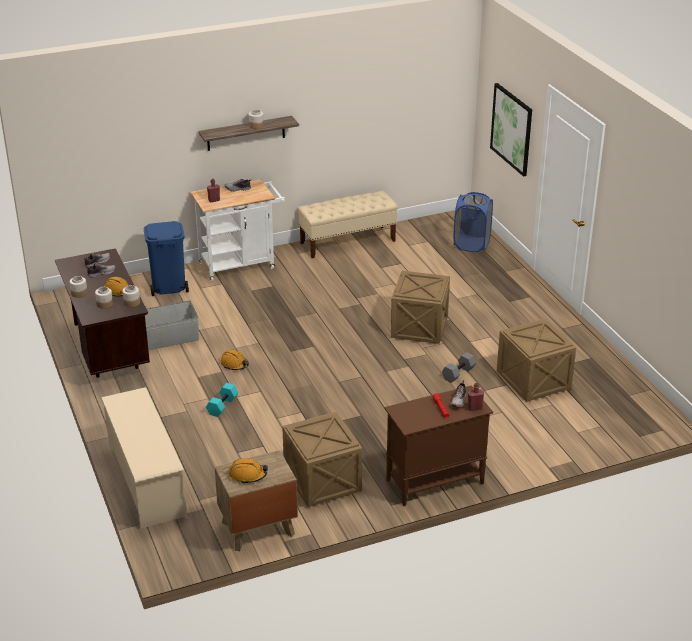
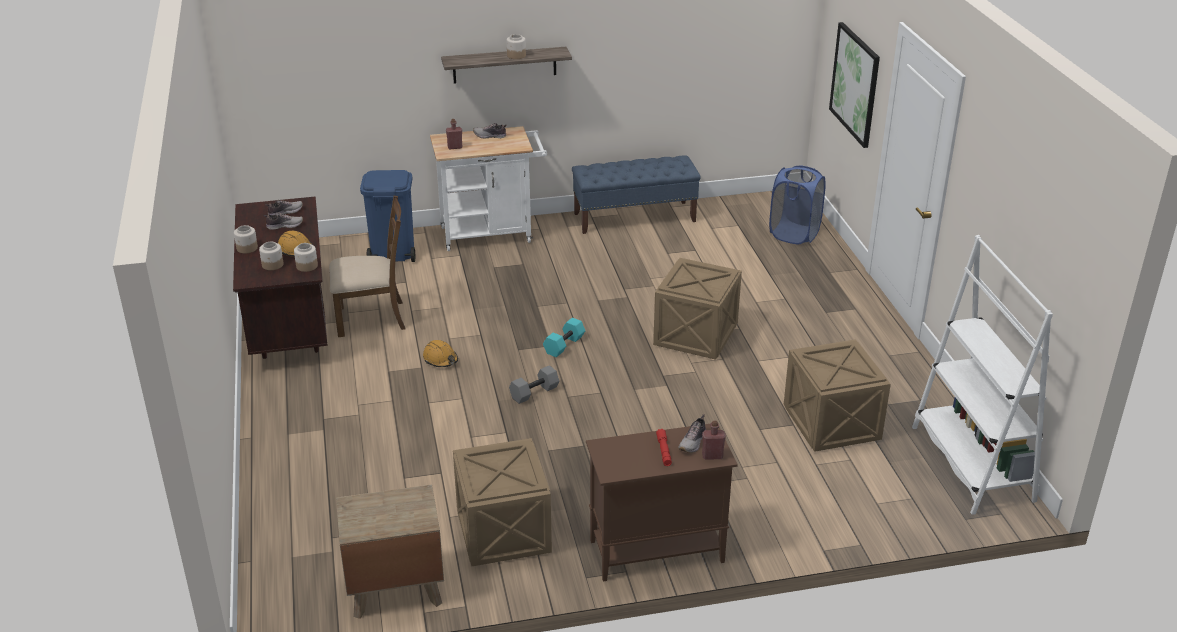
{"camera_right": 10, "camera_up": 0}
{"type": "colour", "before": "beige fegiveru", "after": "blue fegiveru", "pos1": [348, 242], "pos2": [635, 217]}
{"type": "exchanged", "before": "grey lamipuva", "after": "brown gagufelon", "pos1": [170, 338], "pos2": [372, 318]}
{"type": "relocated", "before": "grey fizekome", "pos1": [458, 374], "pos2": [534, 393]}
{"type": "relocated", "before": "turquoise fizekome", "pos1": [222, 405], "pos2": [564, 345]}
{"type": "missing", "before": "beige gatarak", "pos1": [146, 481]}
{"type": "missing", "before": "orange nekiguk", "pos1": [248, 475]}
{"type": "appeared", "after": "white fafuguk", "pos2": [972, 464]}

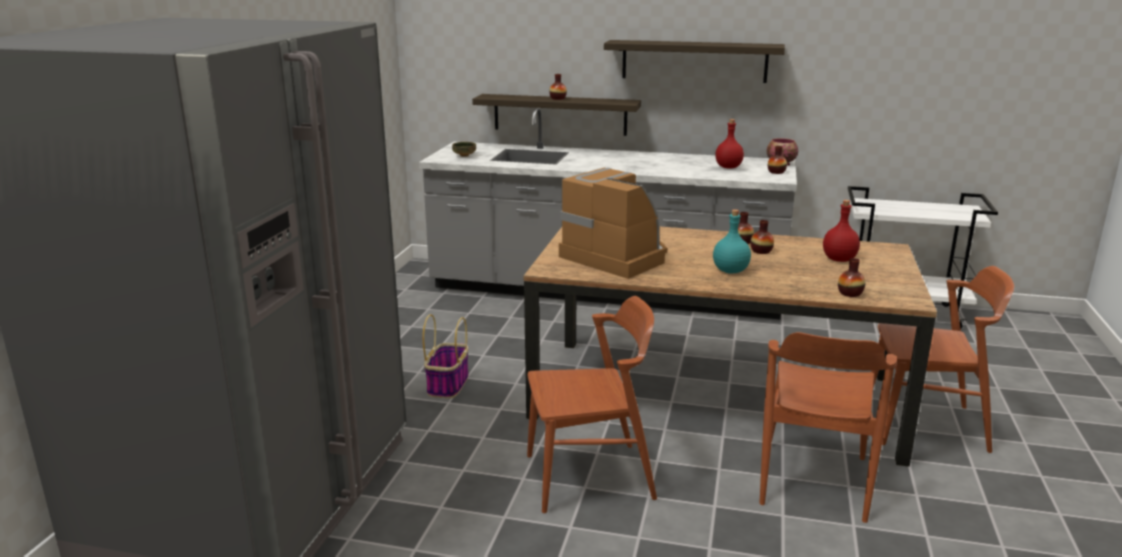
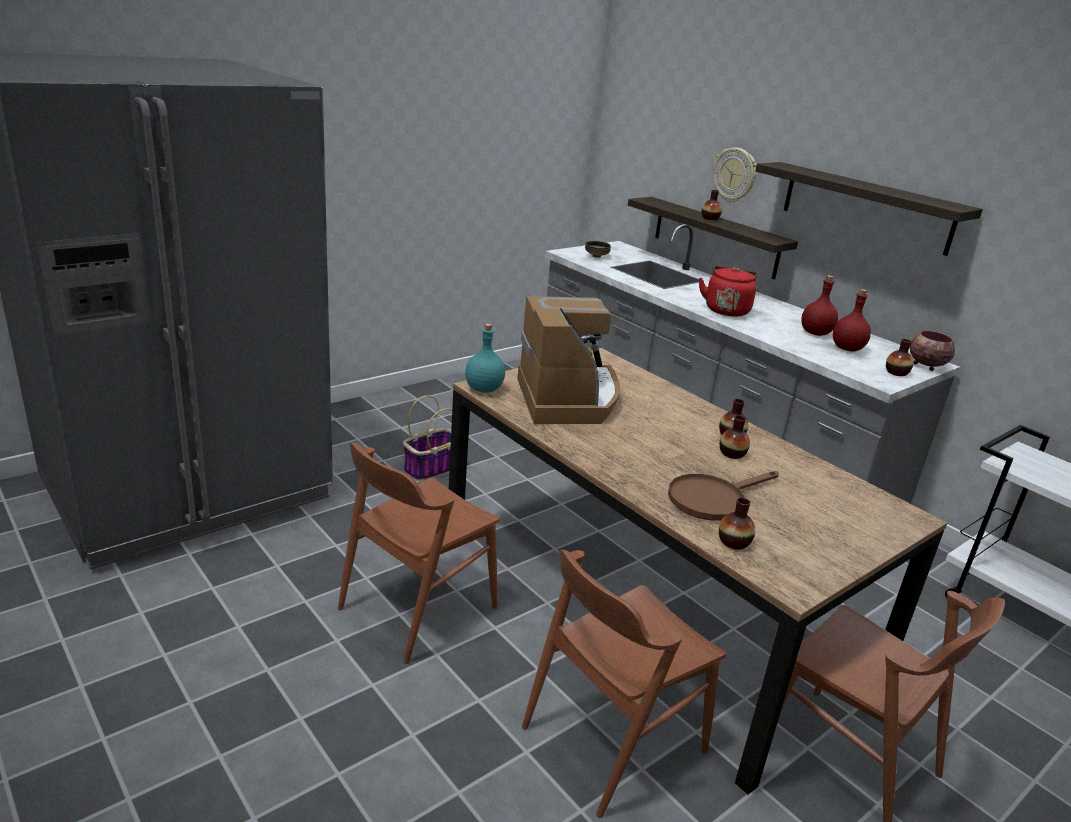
{"camera_right": 35, "camera_up": 5}
{"type": "relocated", "before": "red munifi", "pos1": [838, 259], "pos2": [815, 333]}
{"type": "relocated", "before": "turquoise munifi", "pos1": [730, 271], "pos2": [483, 389]}
{"type": "spun", "before": "brown gagufelon", "pos1": [590, 477], "pos2": [417, 607], "turn": 105}
{"type": "appeared", "after": "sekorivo", "pos2": [734, 175]}
{"type": "appeared", "after": "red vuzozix", "pos2": [726, 310]}
{"type": "appeared", "after": "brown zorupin", "pos2": [713, 499]}

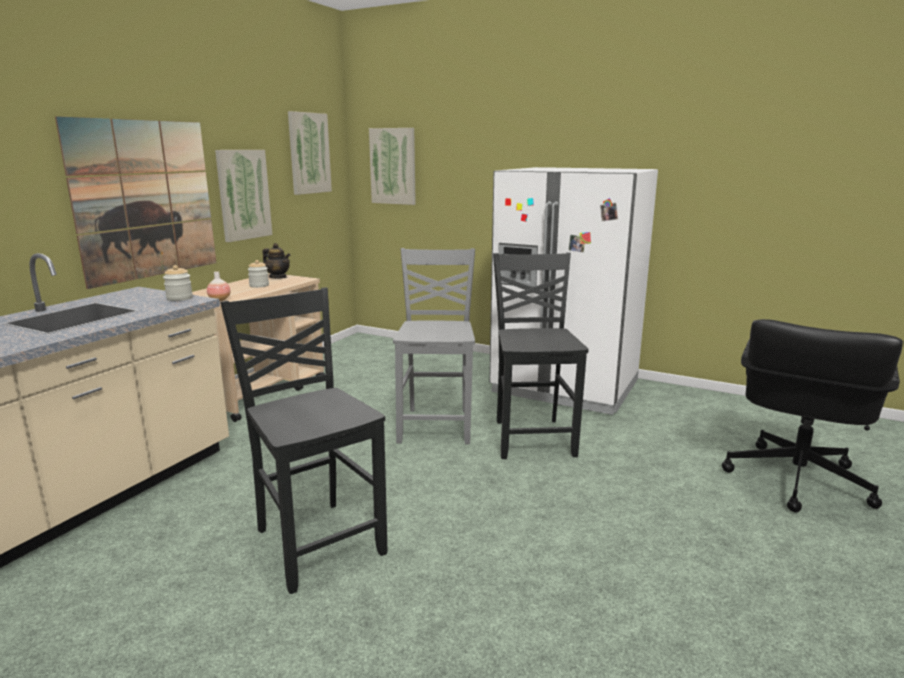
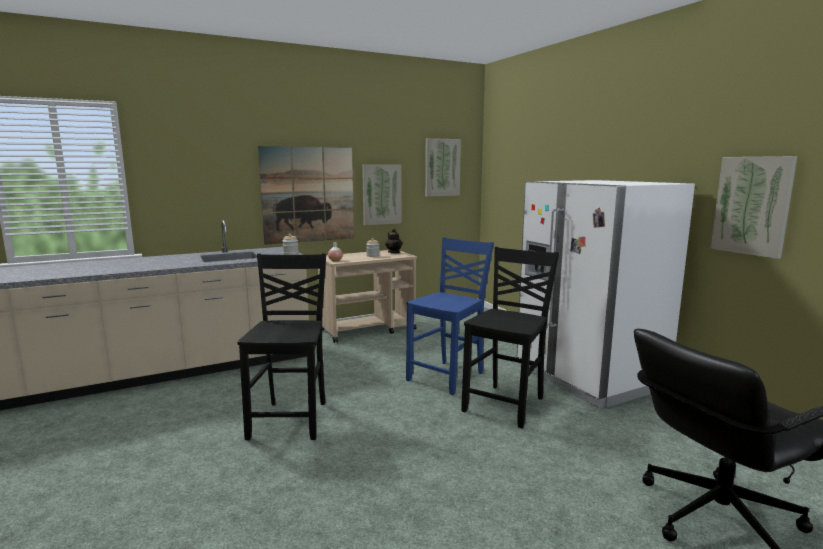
{"camera_right": 35, "camera_up": -5}
{"type": "relocated", "before": "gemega", "pos1": [393, 166], "pos2": [752, 205]}
{"type": "colour", "before": "grey gagufelon", "after": "blue gagufelon", "pos1": [437, 425], "pos2": [448, 377]}

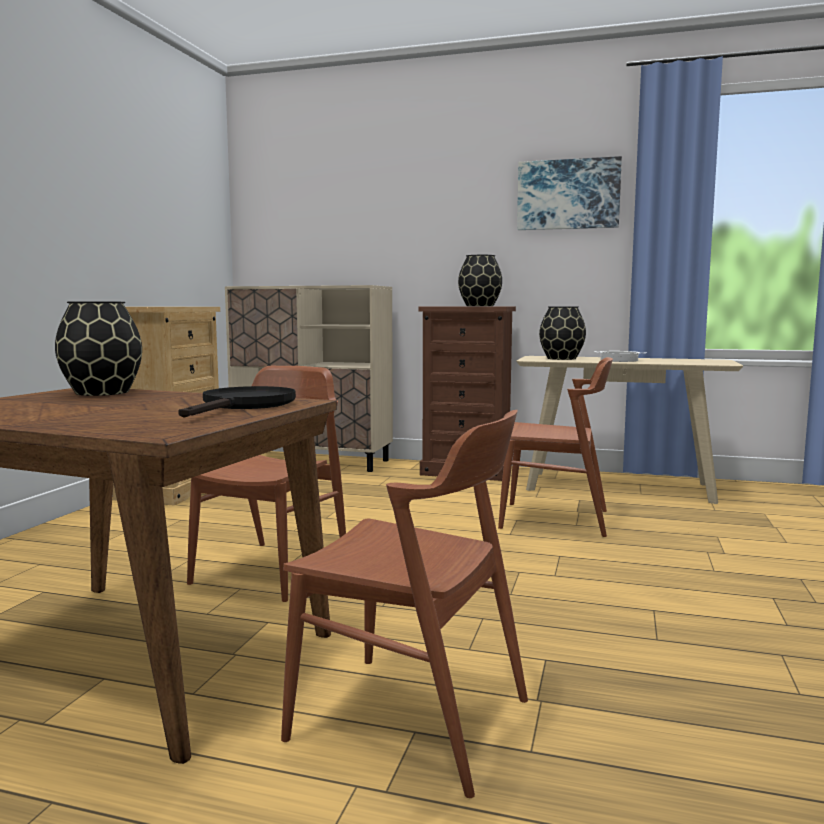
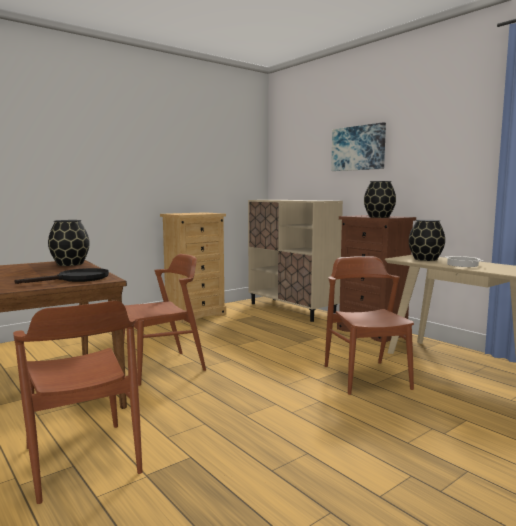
{"camera_right": 35, "camera_up": 0}
{"type": "relocated", "before": "gemega", "pos1": [568, 194], "pos2": [358, 148]}
{"type": "spun", "before": "brown gagufelon", "pos1": [555, 519], "pos2": [366, 377], "turn": -150}

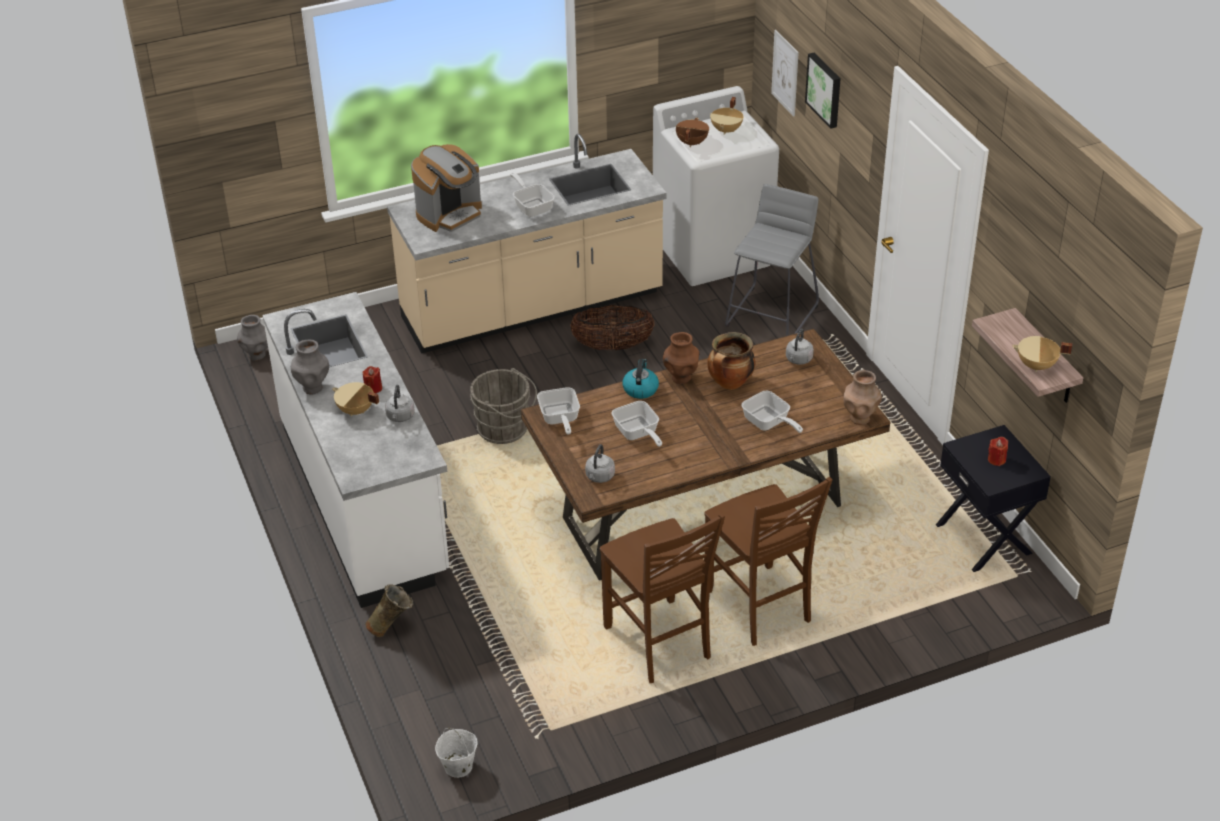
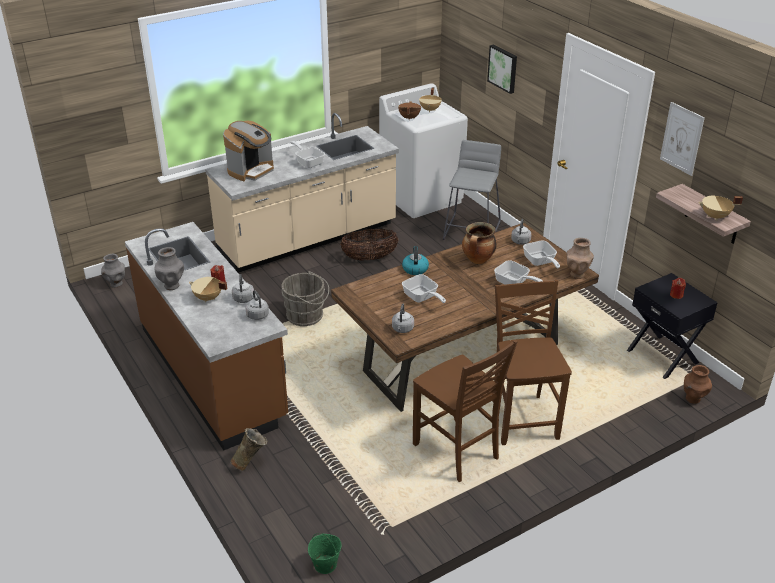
{"camera_right": -10, "camera_up": -5}
{"type": "relocated", "before": "gemega", "pos1": [785, 73], "pos2": [681, 138]}
{"type": "colour", "before": "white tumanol", "after": "brown tumanol", "pos1": [365, 500], "pos2": [213, 373]}
{"type": "relocated", "before": "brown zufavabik", "pos1": [681, 378], "pos2": [693, 399]}
{"type": "relocated", "before": "zorupin", "pos1": [559, 419], "pos2": [540, 262]}
{"type": "spun", "before": "brown gagufelon", "pos1": [759, 607], "pos2": [523, 418], "turn": -150}
{"type": "colour", "before": "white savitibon", "after": "green savitibon", "pos1": [458, 767], "pos2": [325, 565]}
{"type": "appeared", "after": "grey vuzozix", "pos2": [257, 314]}

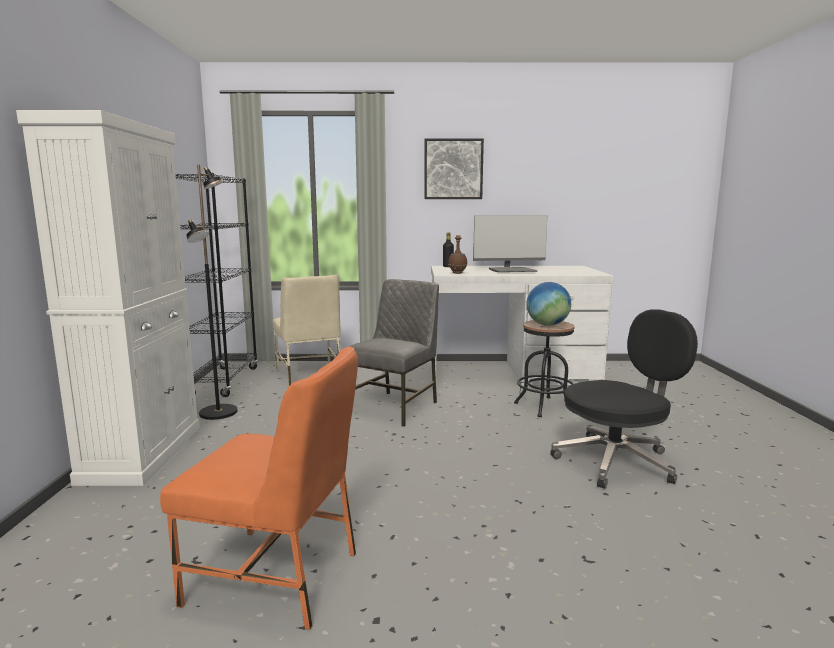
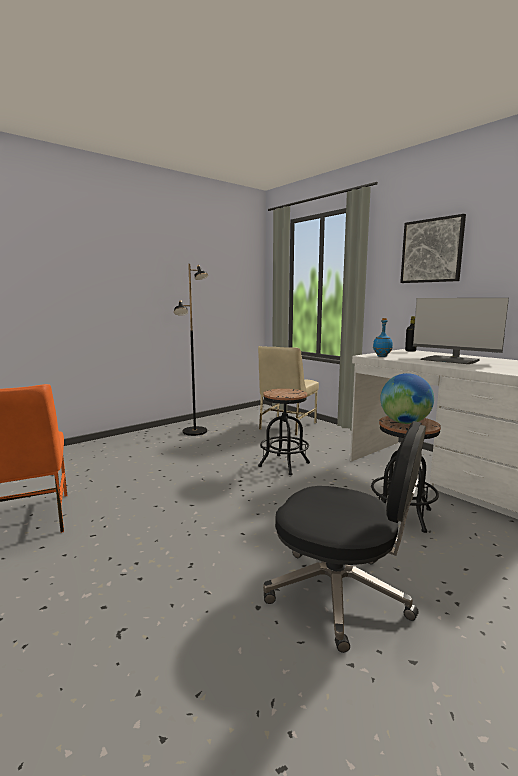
{"camera_right": 50, "camera_up": 0}
{"type": "missing", "before": "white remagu", "pos1": [143, 453]}
{"type": "missing", "before": "black fafuguk", "pos1": [224, 382]}
{"type": "colour", "before": "brown munifi", "after": "blue munifi", "pos1": [457, 273], "pos2": [382, 356]}
{"type": "exchanged", "before": "grey gagufelon", "after": "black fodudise", "pos1": [395, 407], "pos2": [284, 464]}

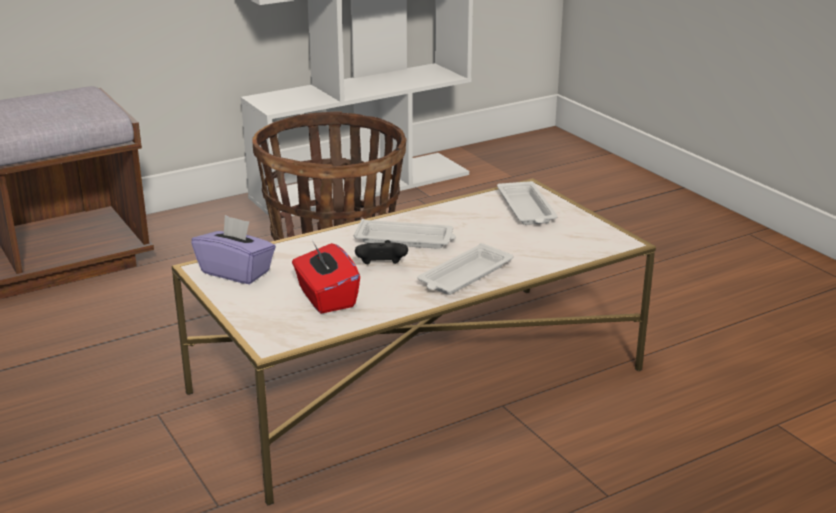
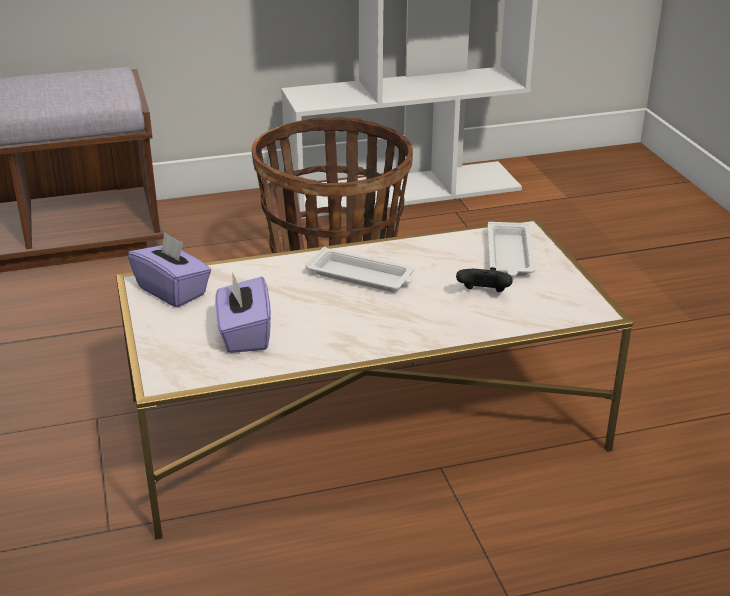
{"camera_right": 15, "camera_up": 5}
{"type": "colour", "before": "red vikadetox", "after": "purple vikadetox", "pos1": [326, 298], "pos2": [244, 335]}
{"type": "relocated", "before": "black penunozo", "pos1": [381, 267], "pos2": [483, 294]}
{"type": "missing", "before": "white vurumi", "pos1": [464, 276]}

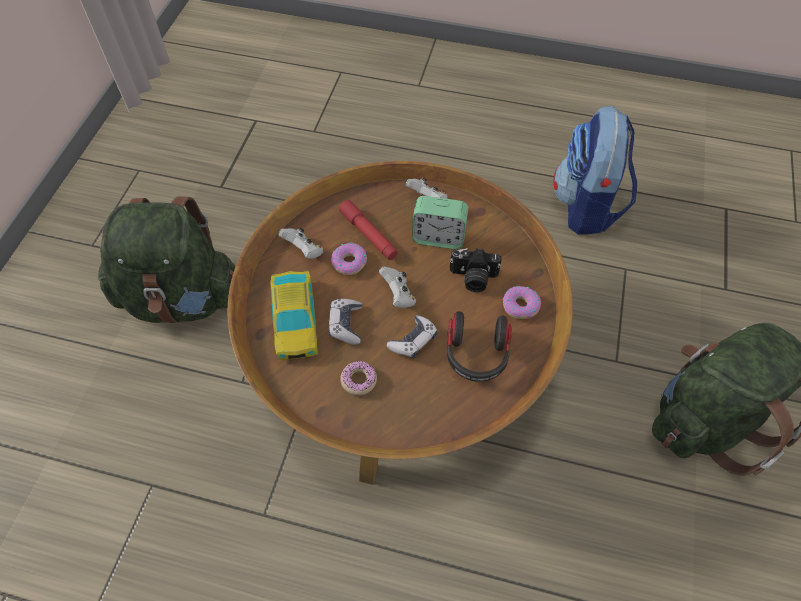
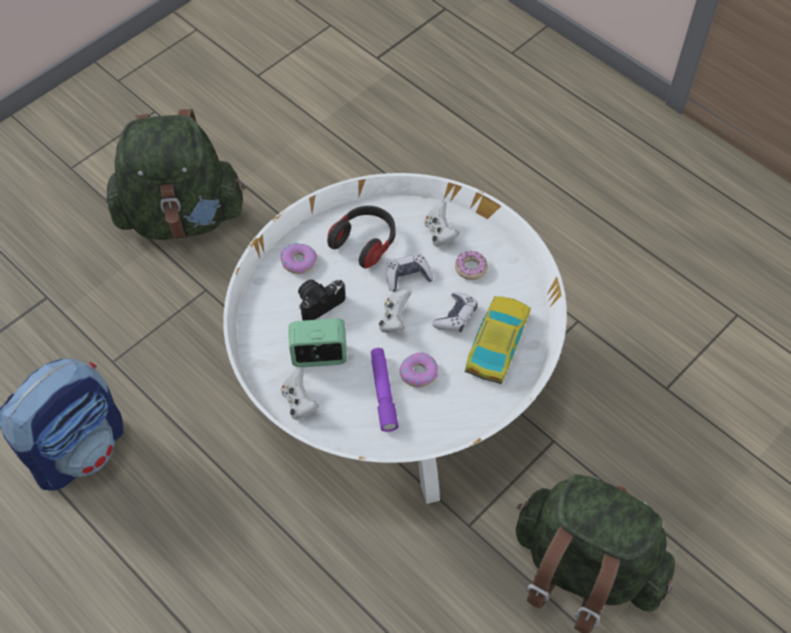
{"camera_right": -150, "camera_up": 0}
{"type": "colour", "before": "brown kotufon", "after": "white kotufon", "pos1": [400, 363], "pos2": [395, 382]}
{"type": "spun", "before": "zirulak", "pos1": [438, 237], "pos2": [319, 356], "turn": -45}
{"type": "colour", "before": "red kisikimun", "after": "purple kisikimun", "pos1": [368, 235], "pos2": [383, 392]}
{"type": "relocated", "before": "white penunozo", "pos1": [304, 251], "pos2": [439, 233]}
{"type": "spun", "before": "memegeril", "pos1": [473, 278], "pos2": [319, 303], "turn": -75}

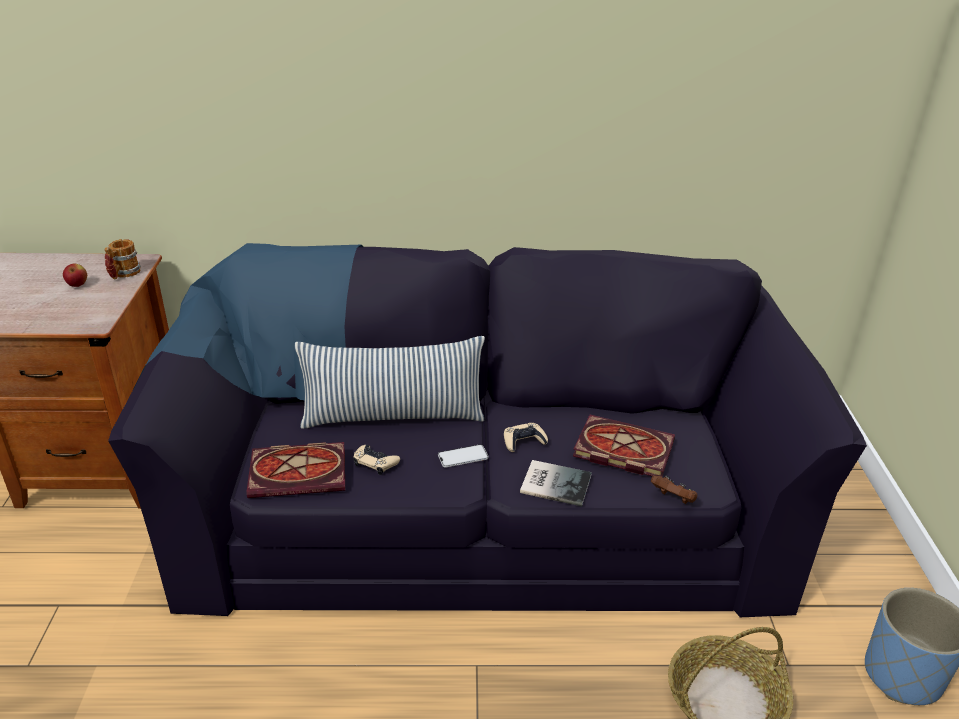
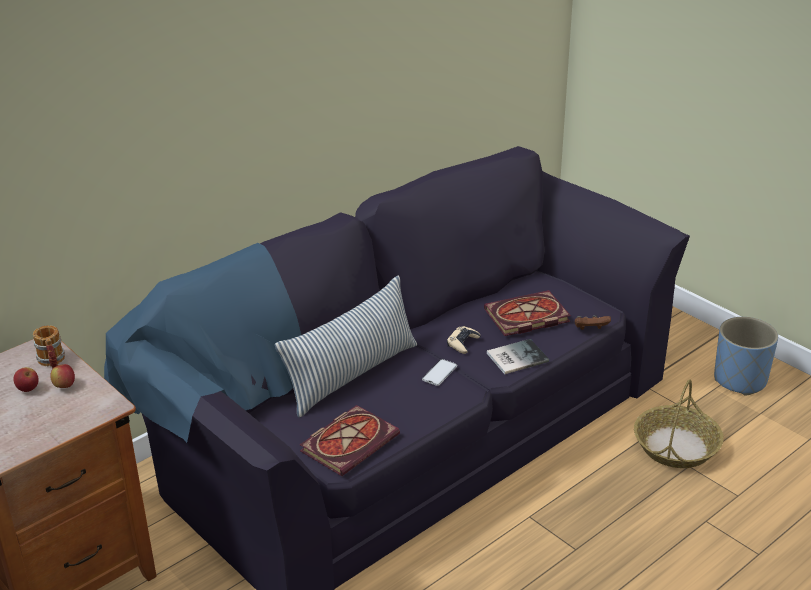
{"camera_right": -40, "camera_up": 0}
{"type": "missing", "before": "beige penunozo", "pos1": [375, 462]}
{"type": "appeared", "after": "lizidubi", "pos2": [64, 386]}

